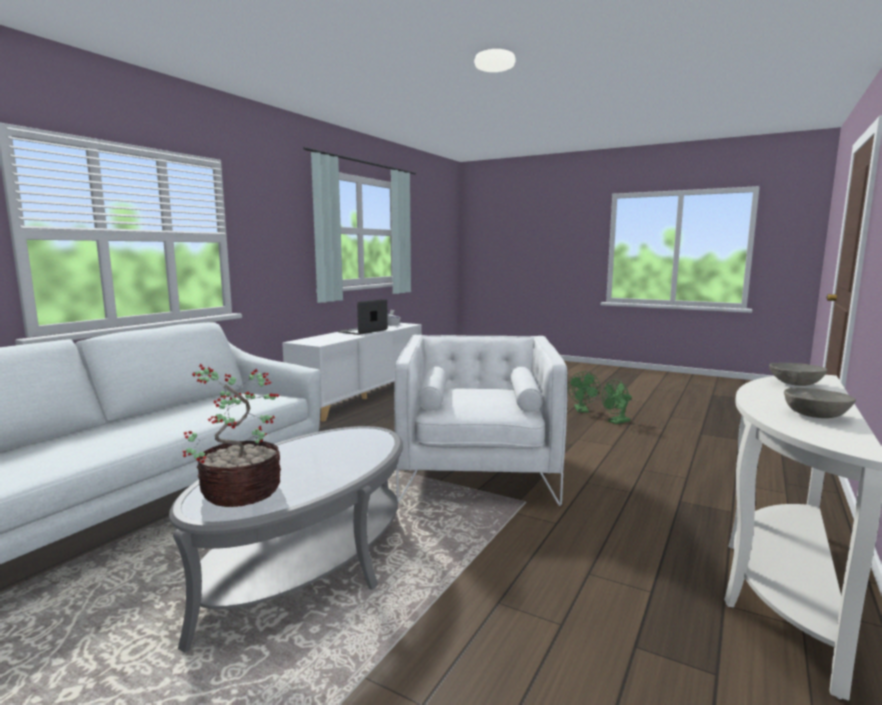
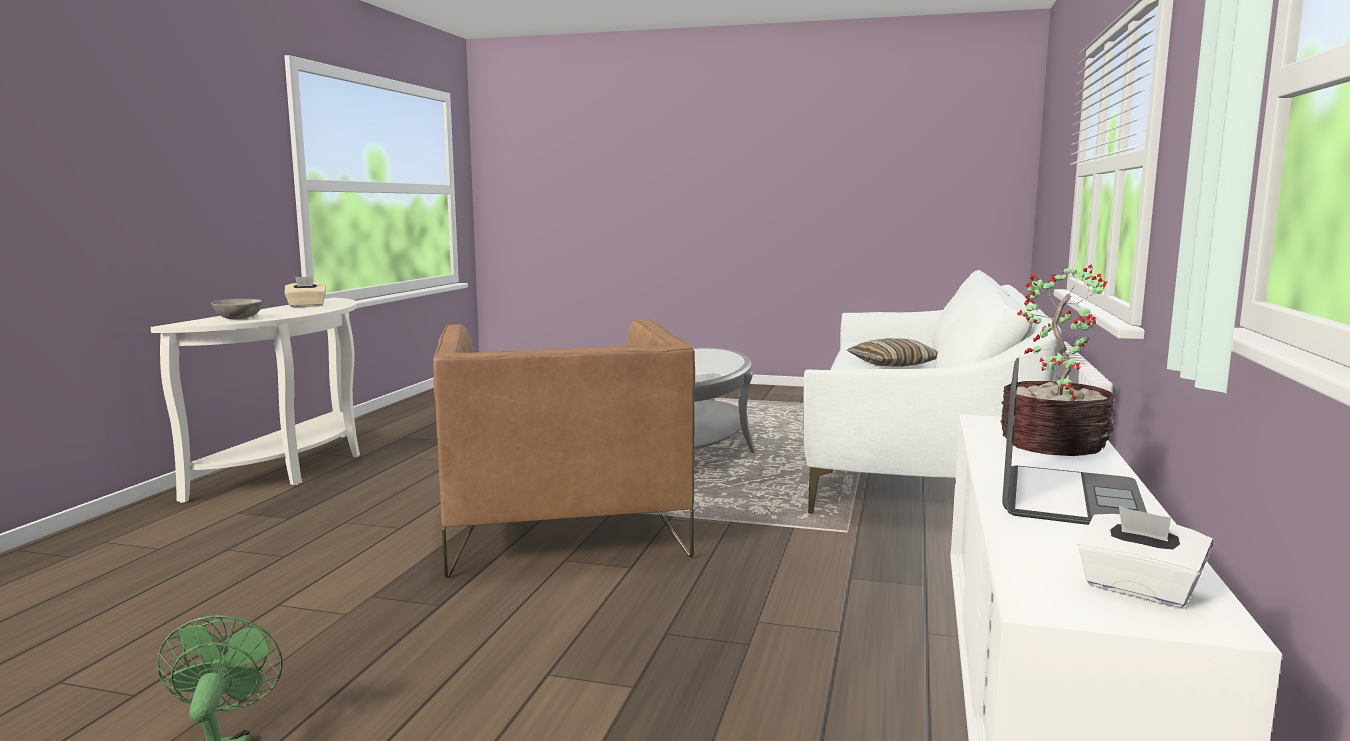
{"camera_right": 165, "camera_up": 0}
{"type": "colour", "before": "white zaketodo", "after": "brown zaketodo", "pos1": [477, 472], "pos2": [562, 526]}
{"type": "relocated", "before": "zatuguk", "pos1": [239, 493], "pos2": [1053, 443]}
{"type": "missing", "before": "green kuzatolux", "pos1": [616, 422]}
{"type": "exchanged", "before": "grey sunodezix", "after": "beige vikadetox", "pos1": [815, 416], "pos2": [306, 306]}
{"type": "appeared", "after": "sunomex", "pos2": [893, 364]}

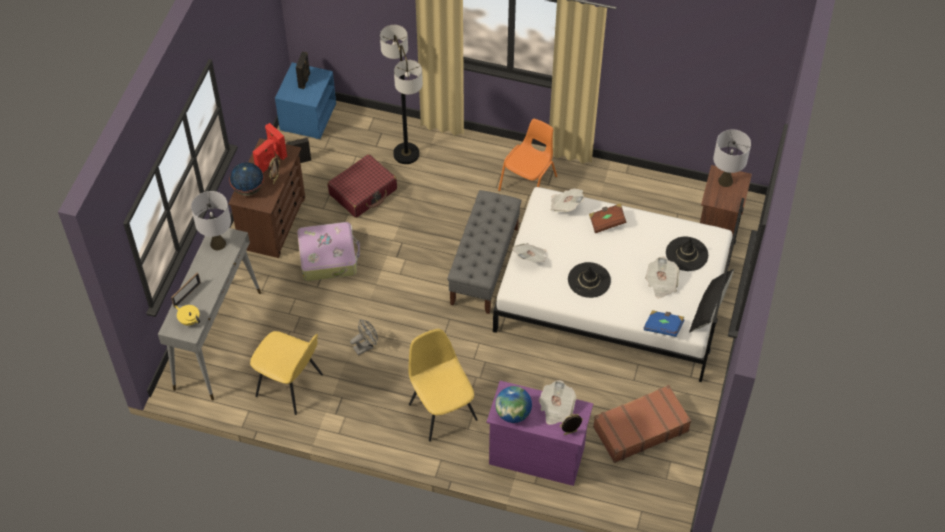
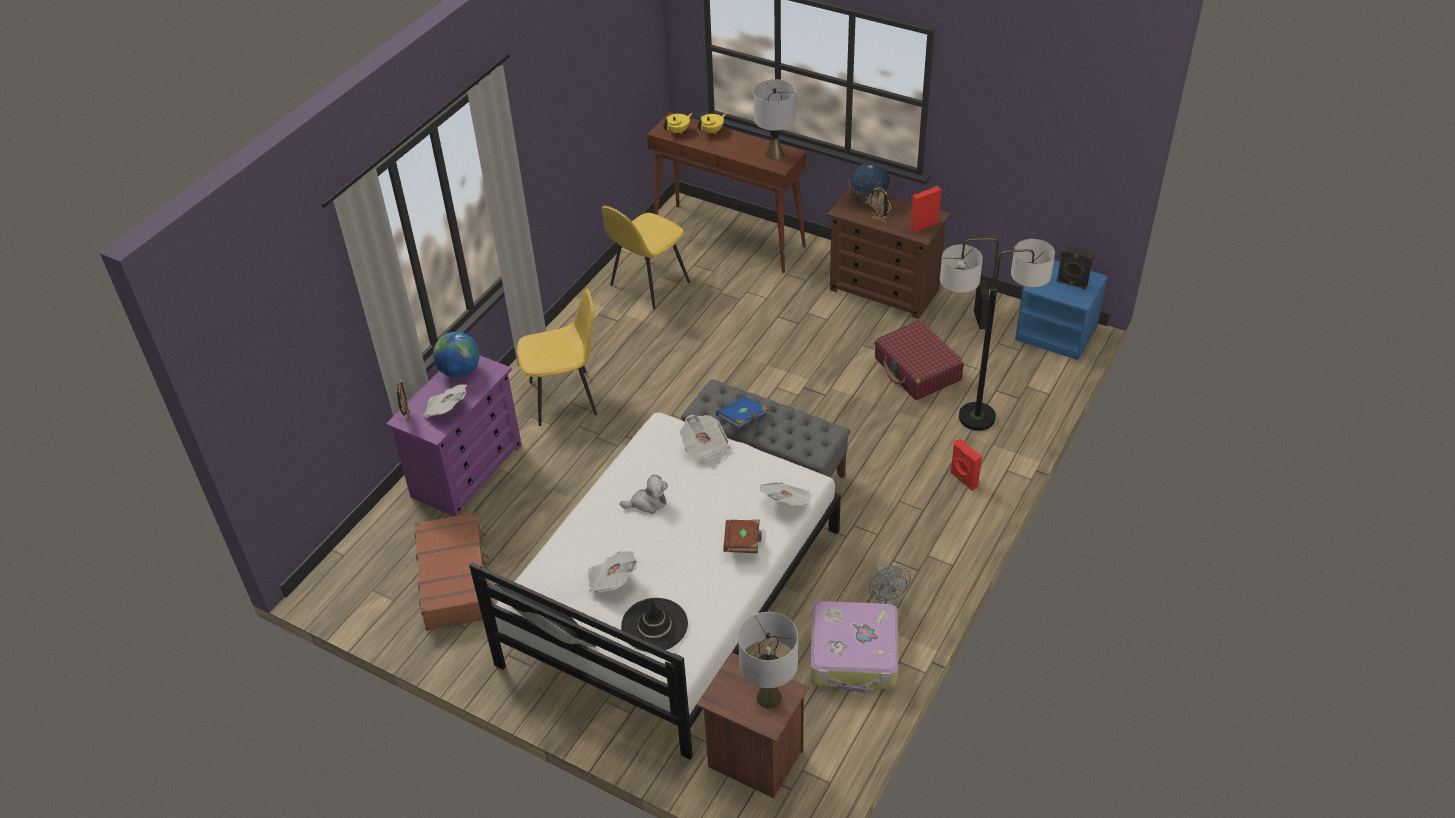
{"camera_right": 105, "camera_up": -10}
{"type": "missing", "before": "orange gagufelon", "pos1": [529, 183]}
{"type": "relocated", "before": "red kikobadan", "pos1": [267, 167], "pos2": [963, 480]}
{"type": "relocated", "before": "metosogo", "pos1": [328, 257], "pos2": [854, 655]}
{"type": "colour", "before": "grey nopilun", "after": "brown nopilun", "pos1": [218, 339], "pos2": [729, 238]}
{"type": "exchanged", "before": "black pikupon", "after": "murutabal", "pos1": [589, 280], "pos2": [647, 503]}
{"type": "exchanged", "before": "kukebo", "after": "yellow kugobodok", "pos1": [187, 295], "pos2": [712, 131]}
{"type": "relocated", "before": "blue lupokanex", "pos1": [663, 327], "pos2": [743, 420]}
{"type": "relocated", "before": "grey kuzatolux", "pos1": [365, 346], "pos2": [886, 600]}

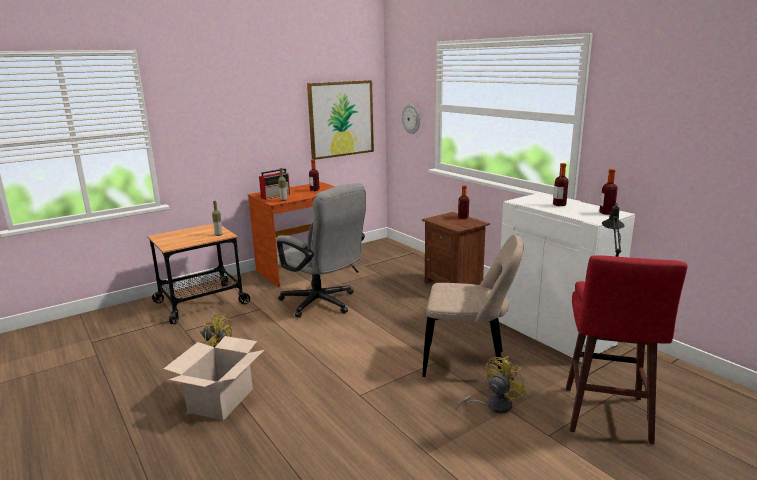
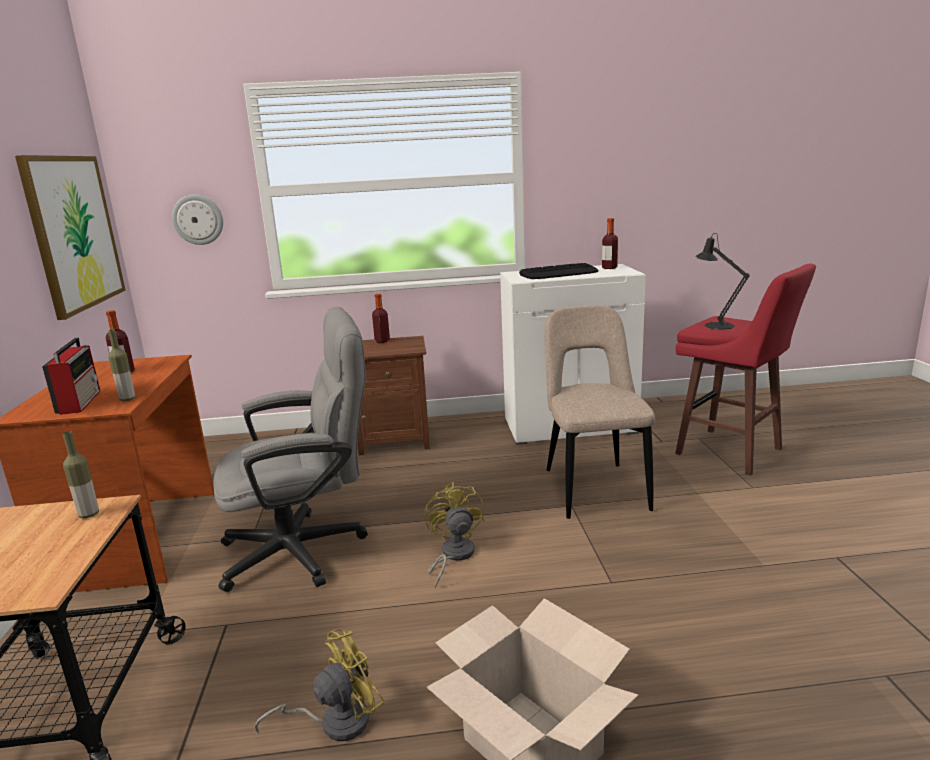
{"camera_right": -60, "camera_up": 0}
{"type": "exchanged", "before": "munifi", "after": "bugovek", "pos1": [559, 204], "pos2": [559, 273]}
{"type": "spun", "before": "beige gagufelon", "pos1": [469, 364], "pos2": [593, 487], "turn": -45}
{"type": "relocated", "before": "yellow kuzatolux", "pos1": [493, 406], "pos2": [453, 555]}

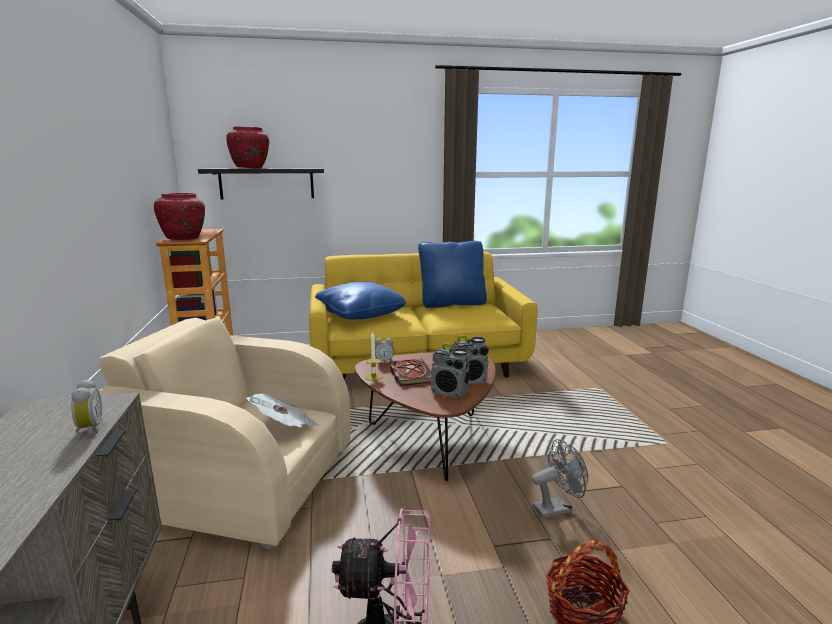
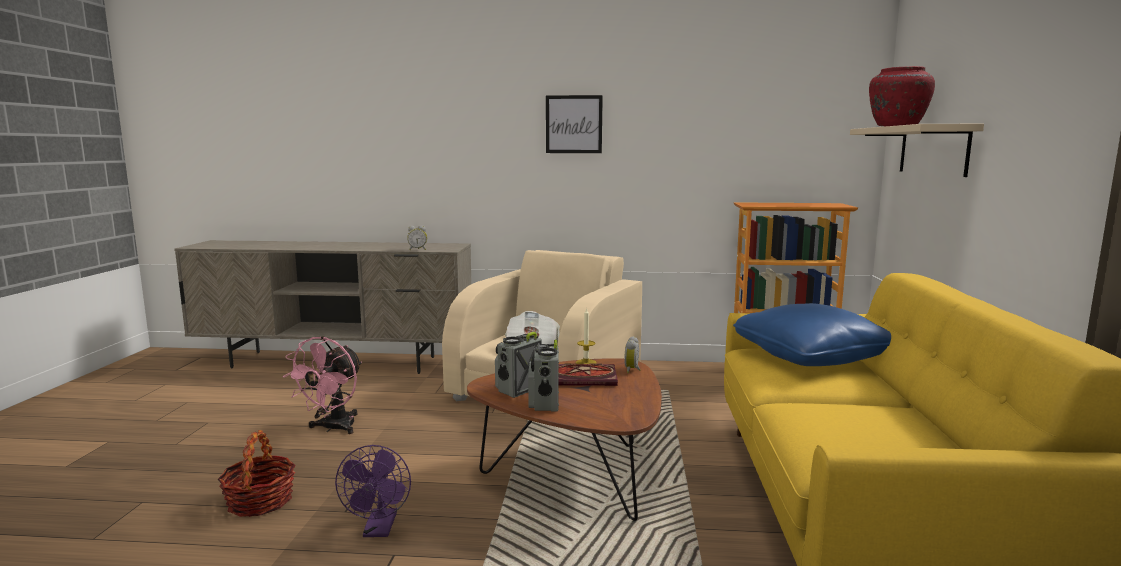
{"camera_right": 105, "camera_up": -5}
{"type": "colour", "before": "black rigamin", "after": "beige rigamin", "pos1": [266, 183], "pos2": [933, 150]}
{"type": "missing", "before": "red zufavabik", "pos1": [184, 239]}
{"type": "missing", "before": "blue sunomex", "pos1": [452, 303]}
{"type": "colour", "before": "grey kuzatolux", "after": "purple kuzatolux", "pos1": [557, 508], "pos2": [379, 530]}
{"type": "appeared", "after": "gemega", "pos2": [574, 124]}

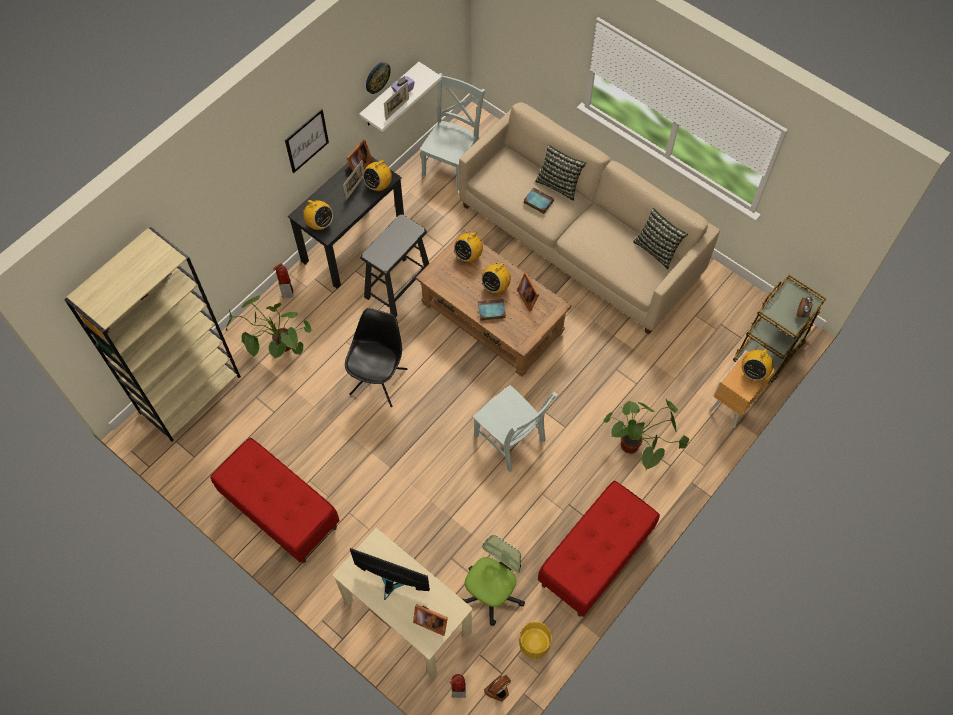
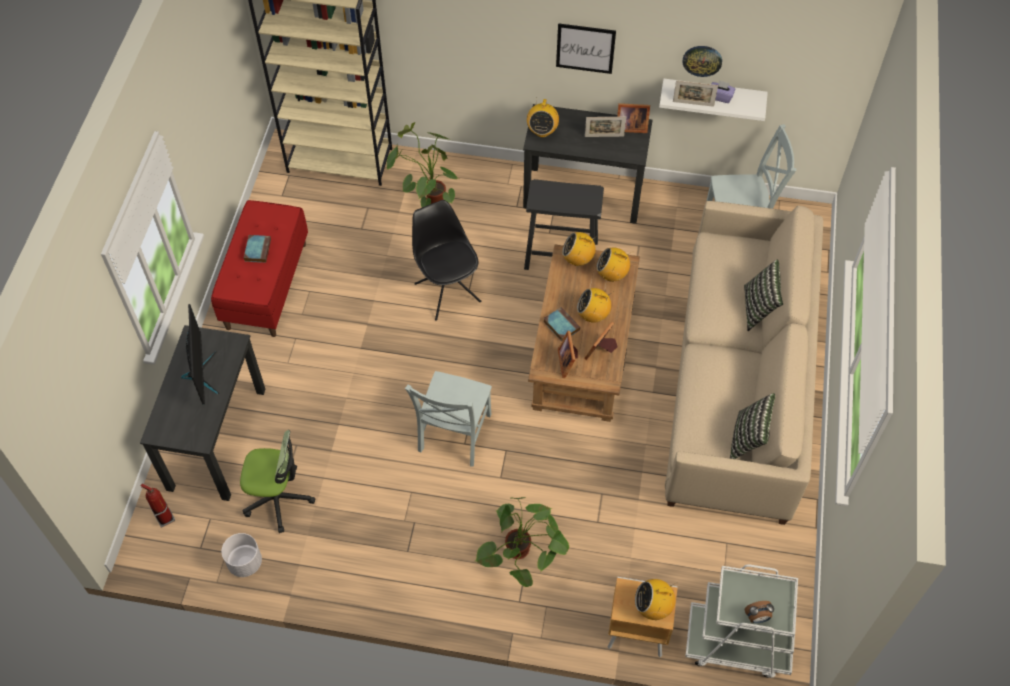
{"camera_right": 60, "camera_up": -5}
{"type": "relocated", "before": "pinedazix", "pos1": [378, 185], "pos2": [578, 259]}
{"type": "relocated", "before": "lupokanex", "pos1": [537, 202], "pos2": [257, 250]}
{"type": "missing", "before": "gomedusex", "pos1": [287, 292]}
{"type": "colour", "before": "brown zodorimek", "after": "white zodorimek", "pos1": [769, 350], "pos2": [737, 643]}
{"type": "spun", "before": "black gagufelon", "pos1": [379, 380], "pos2": [447, 291], "turn": -105}
{"type": "missing", "before": "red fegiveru", "pos1": [595, 559]}
{"type": "colour", "before": "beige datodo", "after": "black datodo", "pos1": [407, 616], "pos2": [217, 438]}
{"type": "relocated", "before": "kukebo", "pos1": [430, 620], "pos2": [568, 362]}
{"type": "colour", "before": "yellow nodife", "after": "white nodife", "pos1": [534, 644], "pos2": [244, 562]}
{"type": "missing", "before": "kuzatolux", "pos1": [498, 690]}

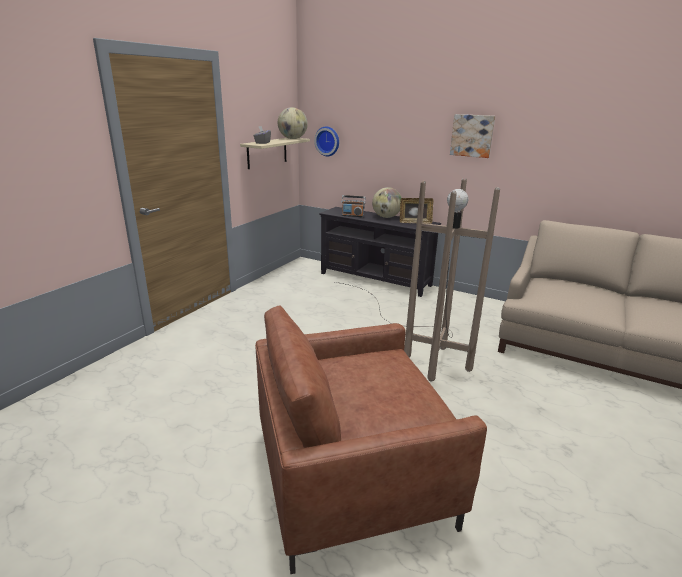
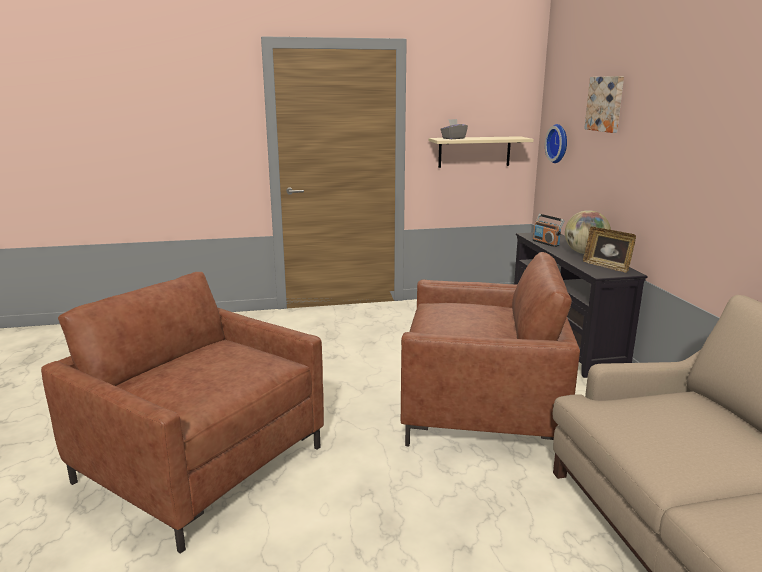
{"camera_right": 50, "camera_up": -5}
{"type": "missing", "before": "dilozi", "pos1": [293, 139]}
{"type": "relocated", "before": "gemega", "pos1": [472, 135], "pos2": [606, 104]}
{"type": "exchanged", "before": "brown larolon", "after": "brown zaketodo", "pos1": [414, 337], "pos2": [481, 408]}

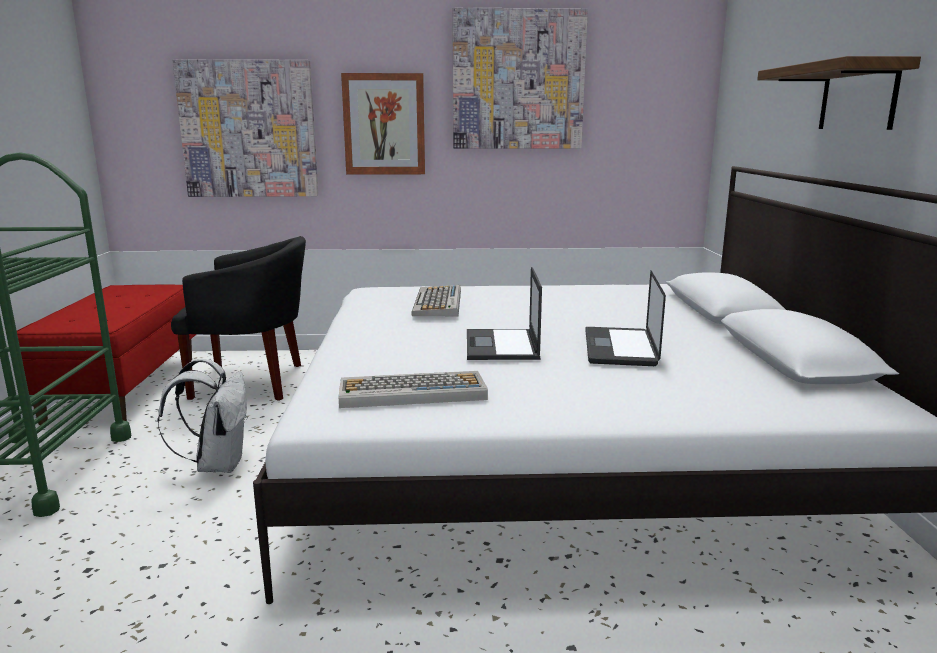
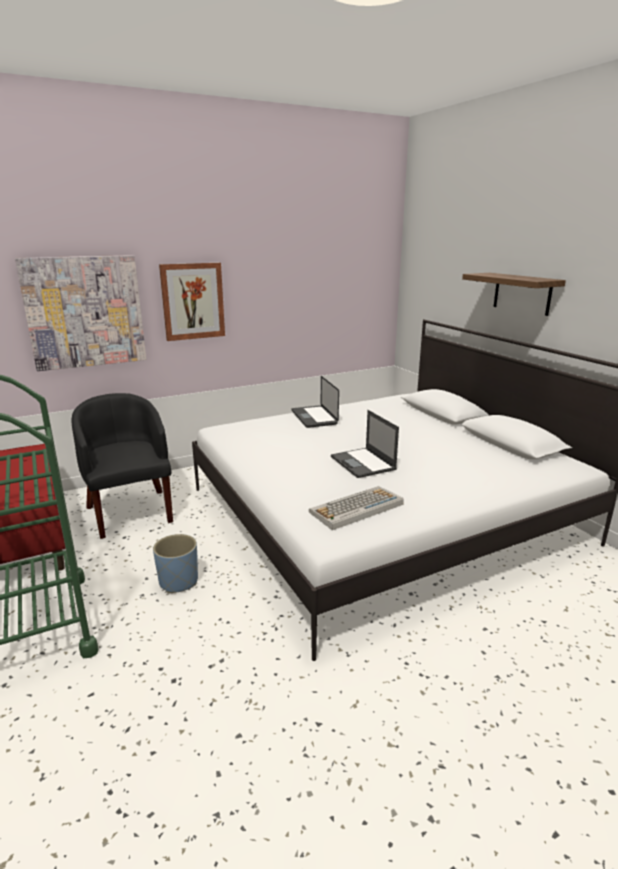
{"camera_right": -25, "camera_up": 5}
{"type": "missing", "before": "gemega", "pos1": [518, 80]}
{"type": "spun", "before": "black zaketodo", "pos1": [253, 382], "pos2": [130, 511], "turn": -90}
{"type": "relocated", "before": "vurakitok", "pos1": [620, 348], "pos2": [314, 417]}
{"type": "missing", "before": "bugovek", "pos1": [438, 303]}
{"type": "exchanged", "before": "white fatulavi", "after": "blue nodife", "pos1": [218, 464], "pos2": [178, 581]}

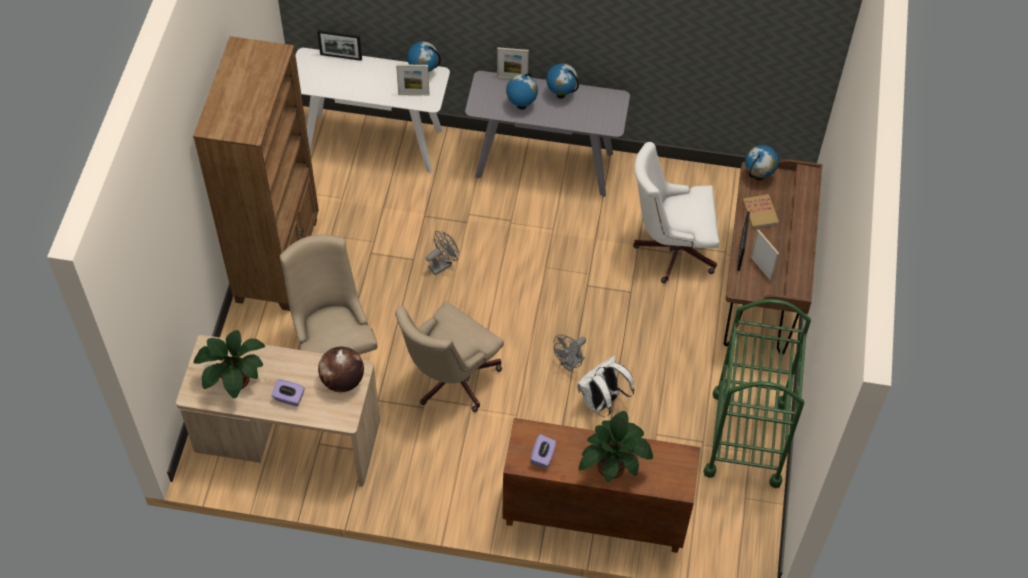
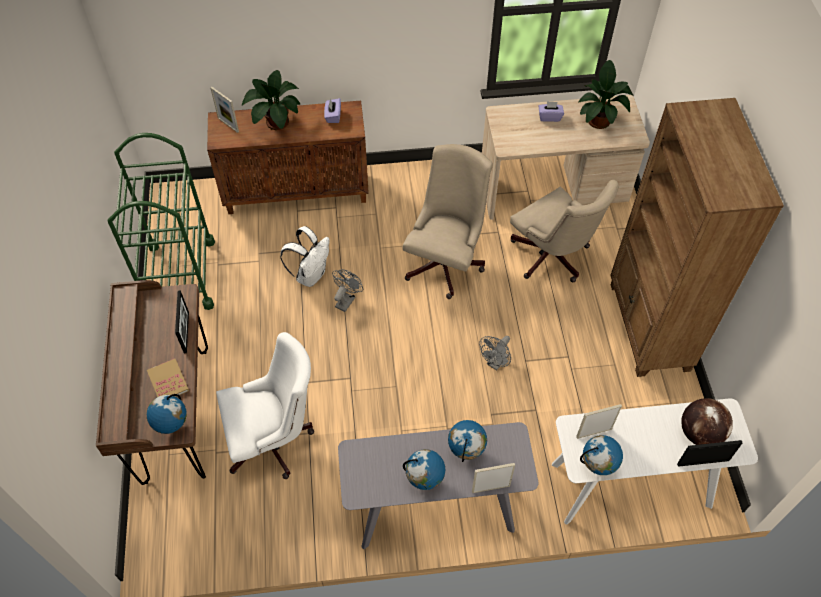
{"camera_right": 165, "camera_up": 0}
{"type": "relocated", "before": "kukebo", "pos1": [761, 268], "pos2": [228, 125]}
{"type": "relocated", "before": "dilozi", "pos1": [342, 381], "pos2": [700, 433]}

